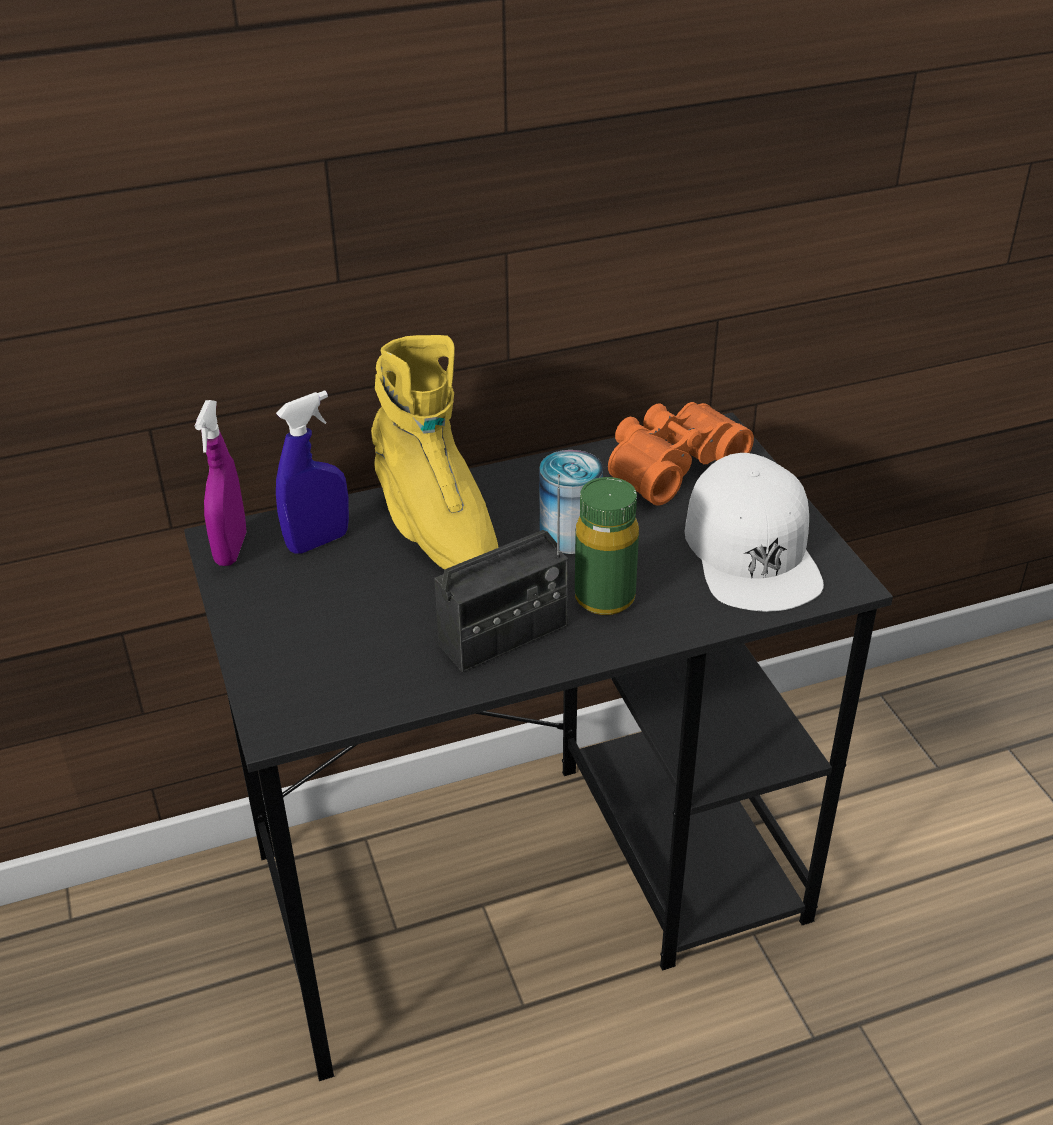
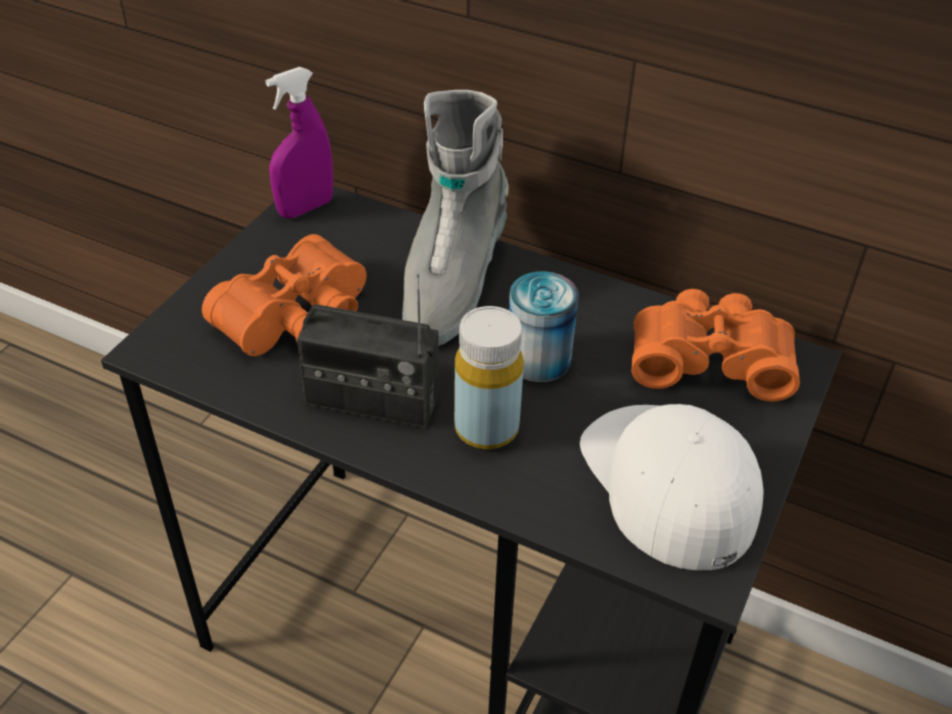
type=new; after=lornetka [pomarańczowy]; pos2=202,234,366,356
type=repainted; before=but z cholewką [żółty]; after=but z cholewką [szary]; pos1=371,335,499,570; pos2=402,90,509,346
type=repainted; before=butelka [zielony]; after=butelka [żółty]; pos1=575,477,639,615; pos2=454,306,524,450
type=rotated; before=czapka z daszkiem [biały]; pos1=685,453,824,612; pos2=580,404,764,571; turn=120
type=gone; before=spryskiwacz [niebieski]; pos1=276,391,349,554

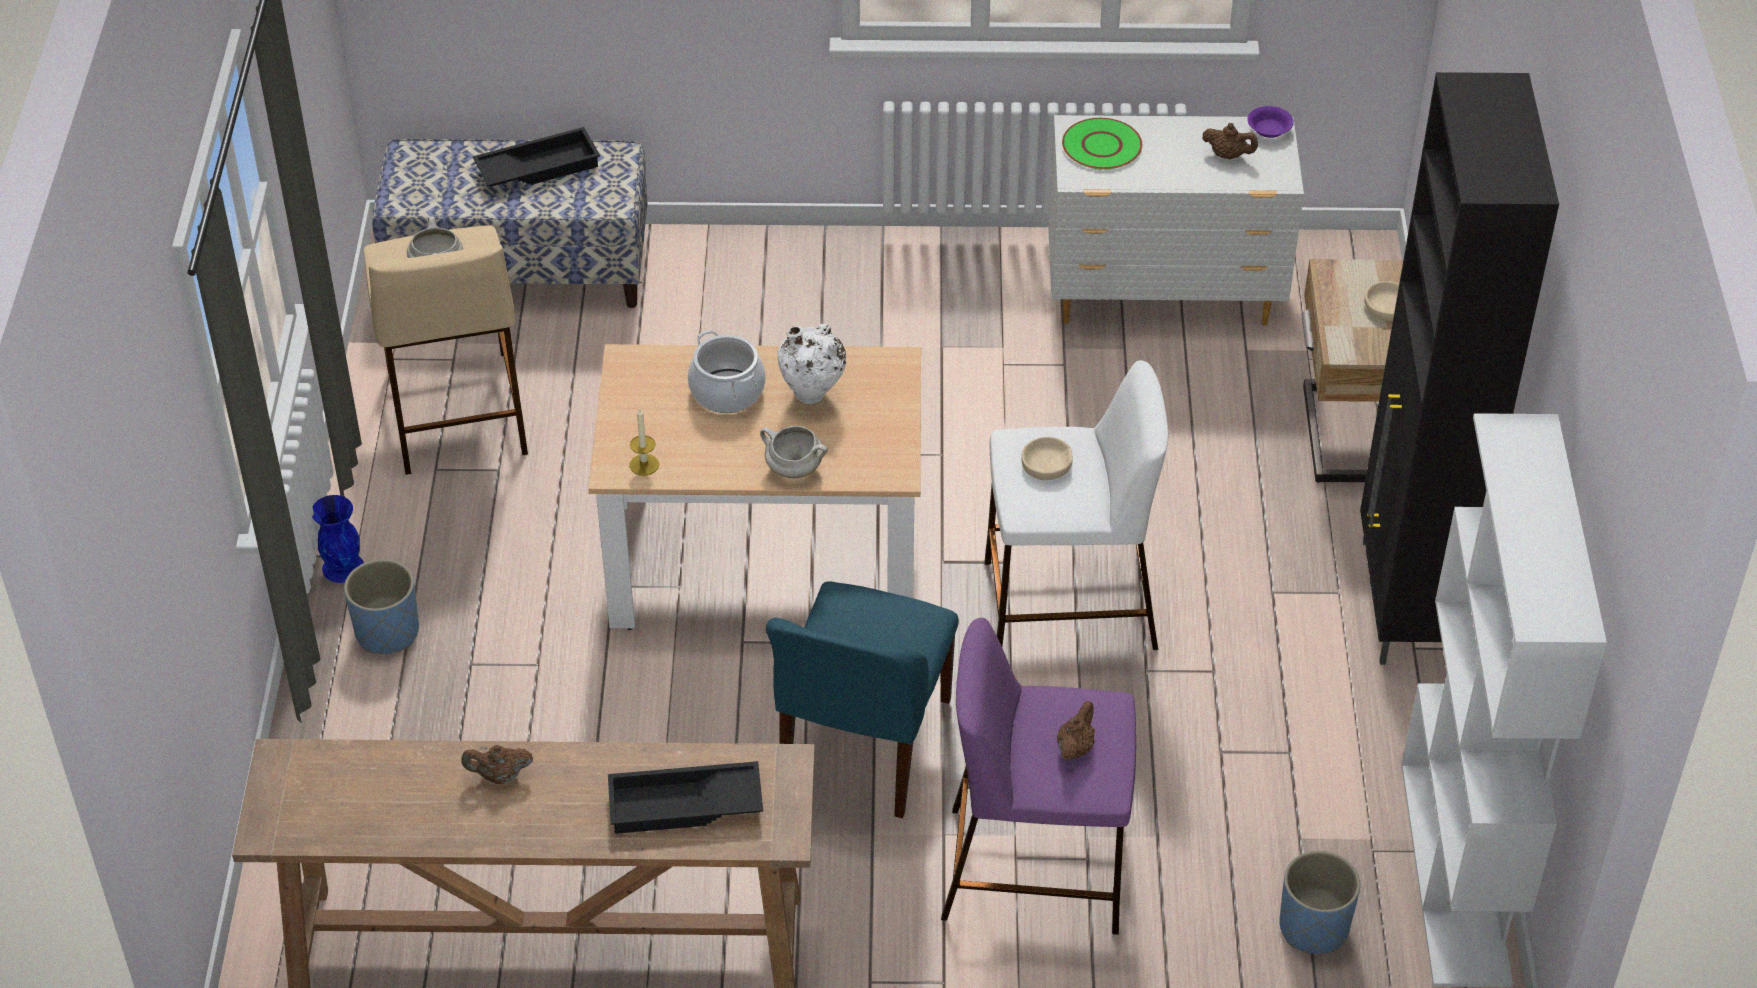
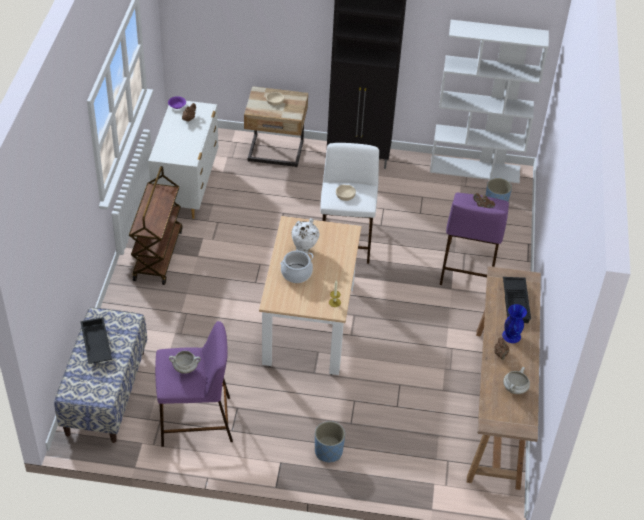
type=new; after=wózek [brązowy]; pos2=129,166,182,285
type=repainted; before=stołek [beżowy]; after=stołek [fioletowy]; pos1=364,225,528,475; pos2=155,321,233,447
type=shifted; before=wazon [niebieski]; pos1=312,495,364,583; pos2=502,304,527,343
type=shifted; before=garnek [biały]; pos1=760,426,828,478; pos2=503,367,530,394
type=gone; before=krzesło [niebieski]; pos1=766,581,959,818
type=gone; before=talerz [zielony]; pos1=1062,118,1142,170

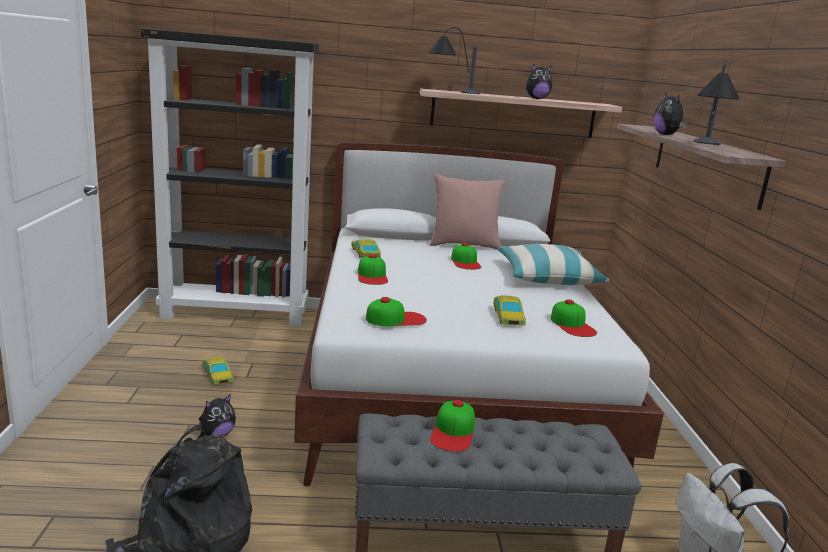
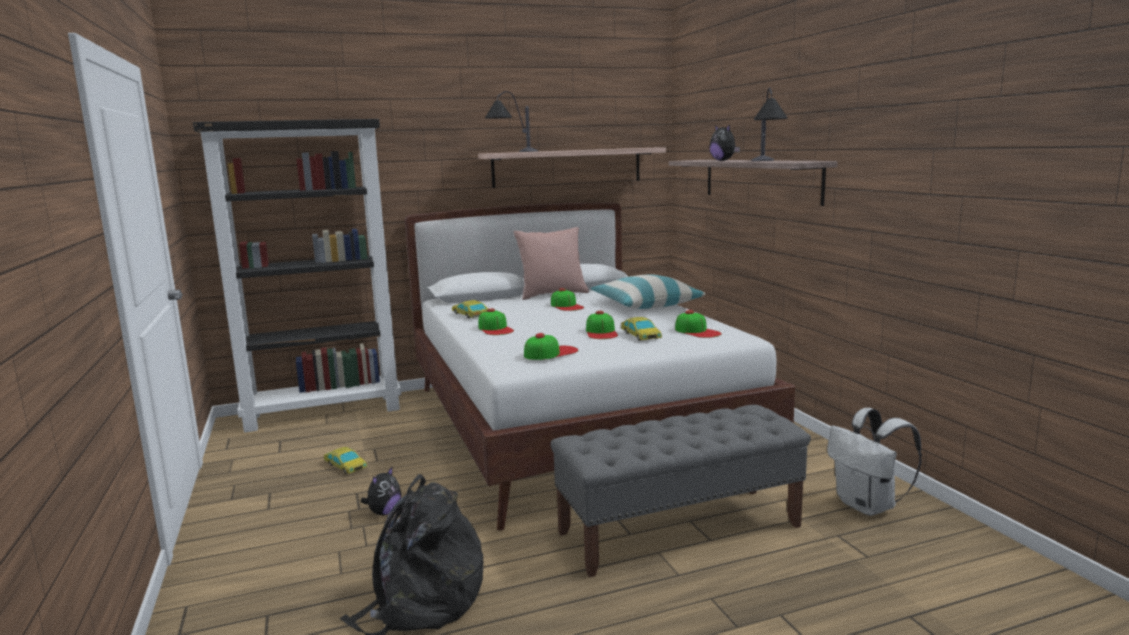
type=shifted; before=czapka z daszkiem; pos1=430,400,475,452; pos2=586,311,618,339
type=gone; before=pluszak; pos1=526,64,552,99

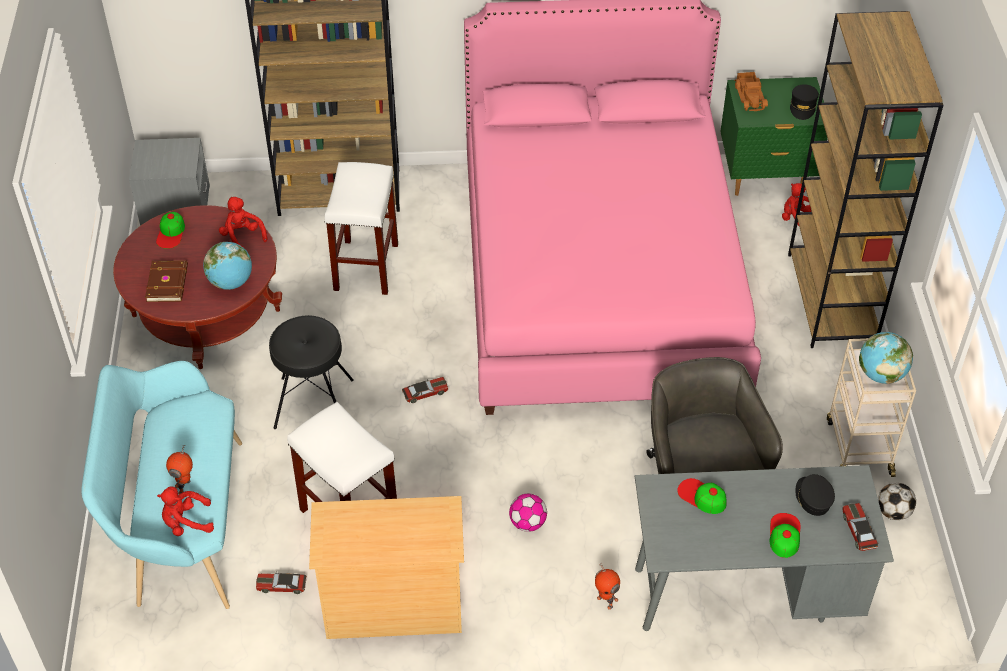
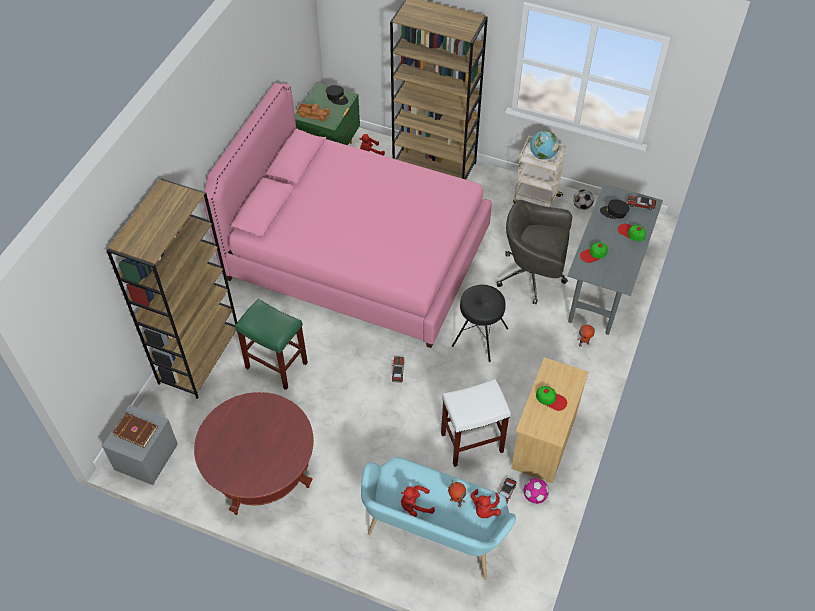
type=shifted; before=książka [brązowy]; pos1=145,260,188,302; pos2=112,413,158,448
type=repainted; before=stołek [biały]; after=stołek [zielony]; pos1=325,162,398,295; pos2=235,299,308,390
type=shifted; before=pluszak [czerwony]; pos1=219,197,267,249; pos2=401,485,435,517
type=shifted; before=stołek [czarny]; pos1=269,315,354,429; pos2=452,285,508,362
type=shifted; before=piłka futbolowa; pos1=509,494,547,532; pos2=524,478,549,504
type=shifted; before=czapka z daszkiem; pos1=156,212,185,249; pos2=536,386,567,411
type=gone; before=globus; pos1=203,242,252,290

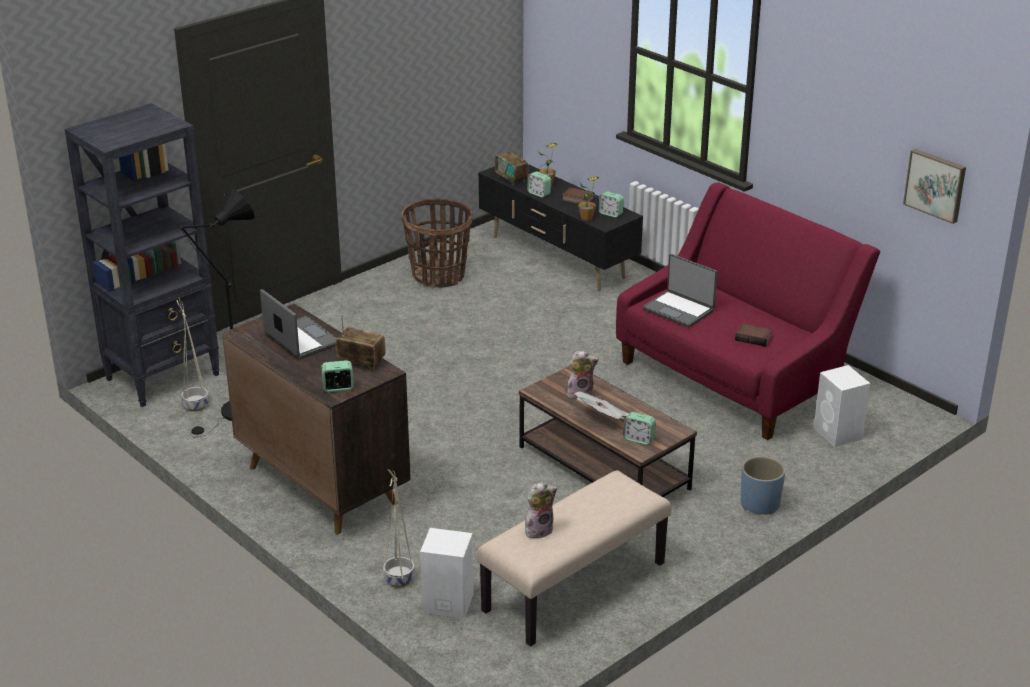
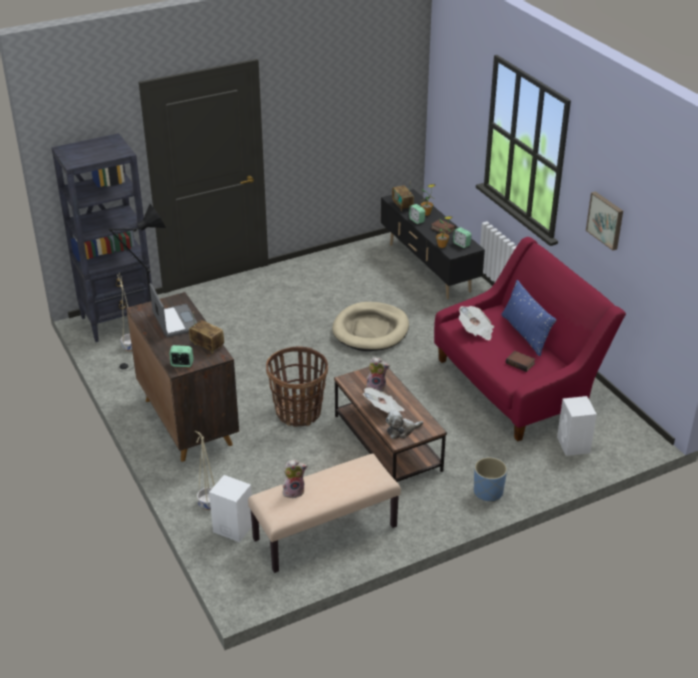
type=shifted; before=koszyk; pos1=401,198,473,288; pos2=266,346,328,427
type=new; after=legowisko [beżowy]; pos2=332,302,409,351
type=swapped; before=budzik; after=pluszak; pos1=624,412,656,445; pos2=386,410,423,439
type=swapped; before=laptop; after=gazeta; pos1=643,254,717,327; pos2=459,306,494,340
type=new; after=poduszka [niebieski]; pos2=501,280,557,356
type=shifted; before=obraz; pos1=903,149,966,224; pos2=586,191,623,251

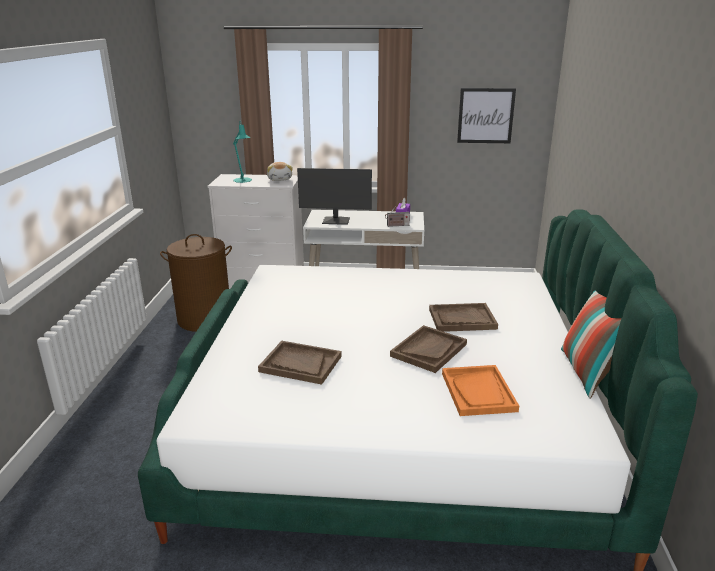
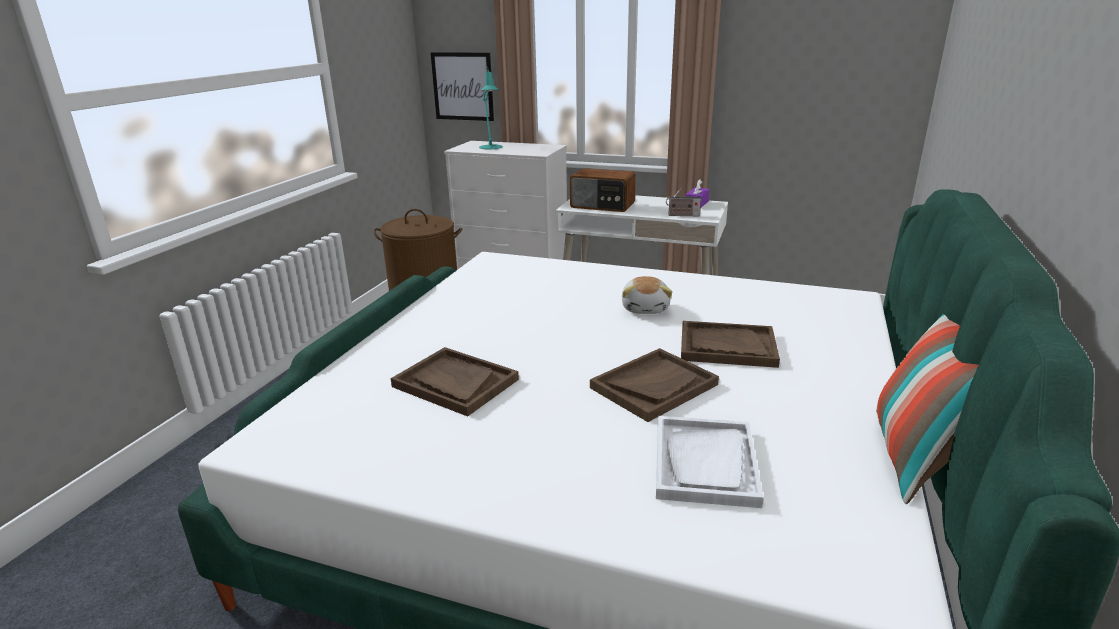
type=shifted; before=obraz; pos1=457,88,516,143; pos2=431,52,494,121
type=swapped; before=monitor; after=radio; pos1=297,168,372,225; pos2=570,168,636,212
type=shifted; before=pluszak; pos1=267,162,293,181; pos2=622,276,672,314
type=repainted; before=taca [pomarańczowy]; after=taca [biały]; pos1=442,365,519,416; pos2=656,416,764,508

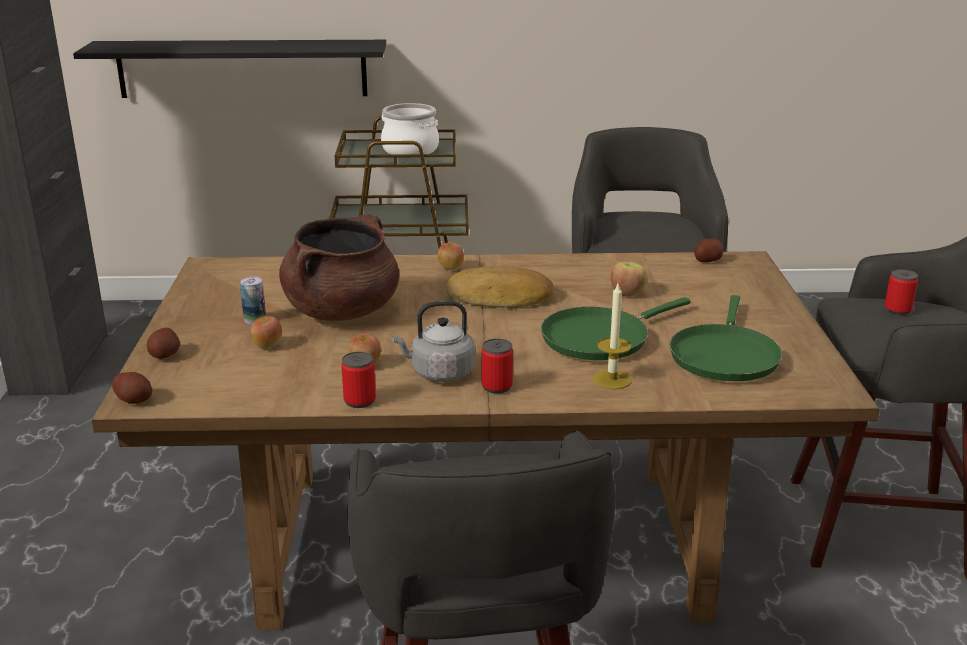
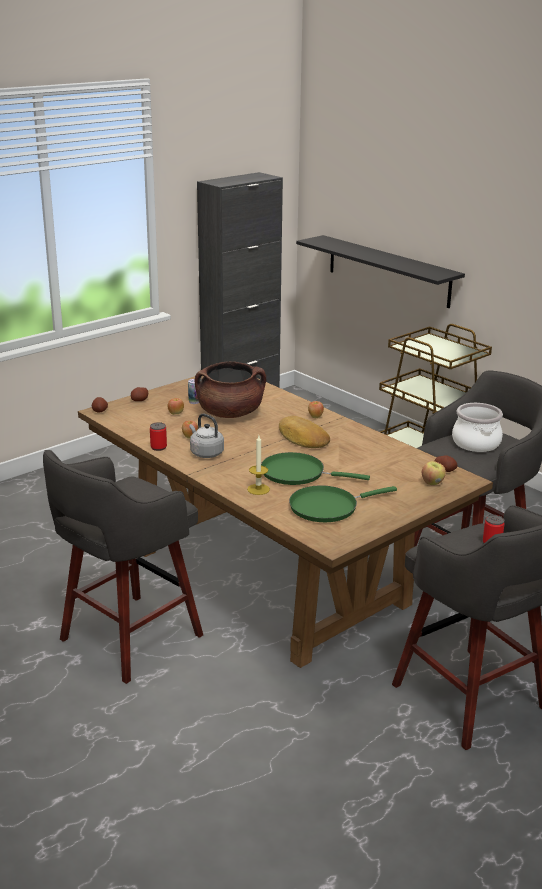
type=shifted; before=jabłko; pos1=611,261,647,297; pos2=422,461,446,485
type=shifted; before=garnek; pos1=381,103,439,155; pos2=452,403,503,452
type=gone; before=puszka; pos1=481,339,513,394

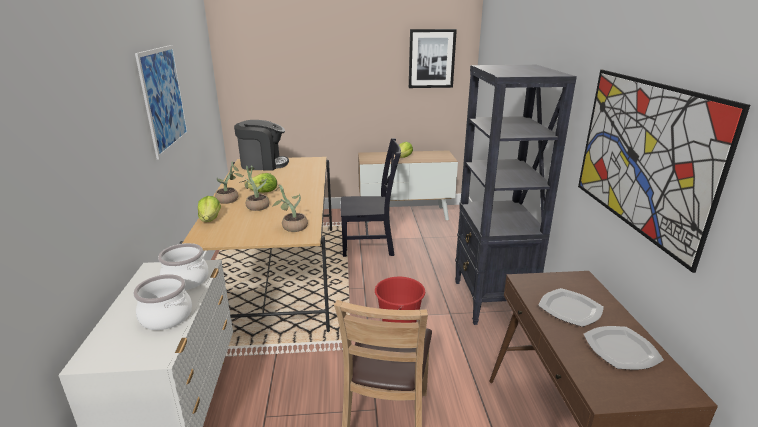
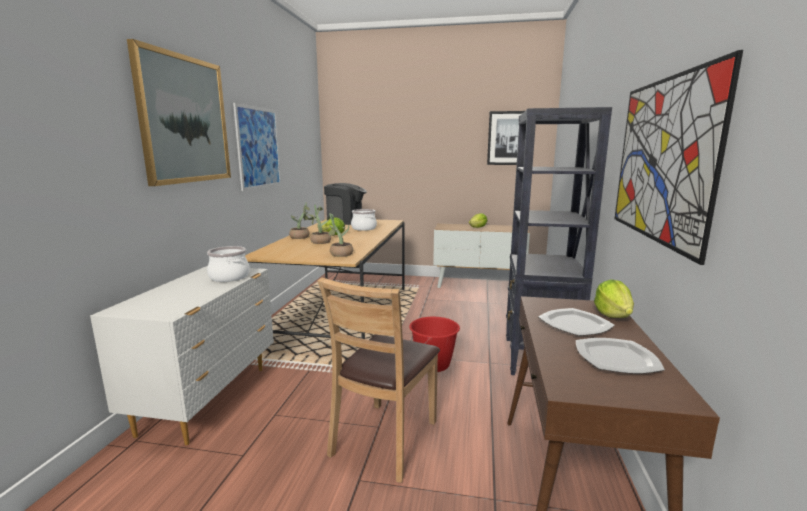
type=new; after=obraz; pos2=127,39,231,186
type=shifted; before=garnek; pos1=133,274,192,330; pos2=351,209,377,231
type=shifted; before=sałata; pos1=198,196,221,222; pos2=594,279,634,318
type=gone; before=krzesło [czarny]; pos1=341,138,401,257

